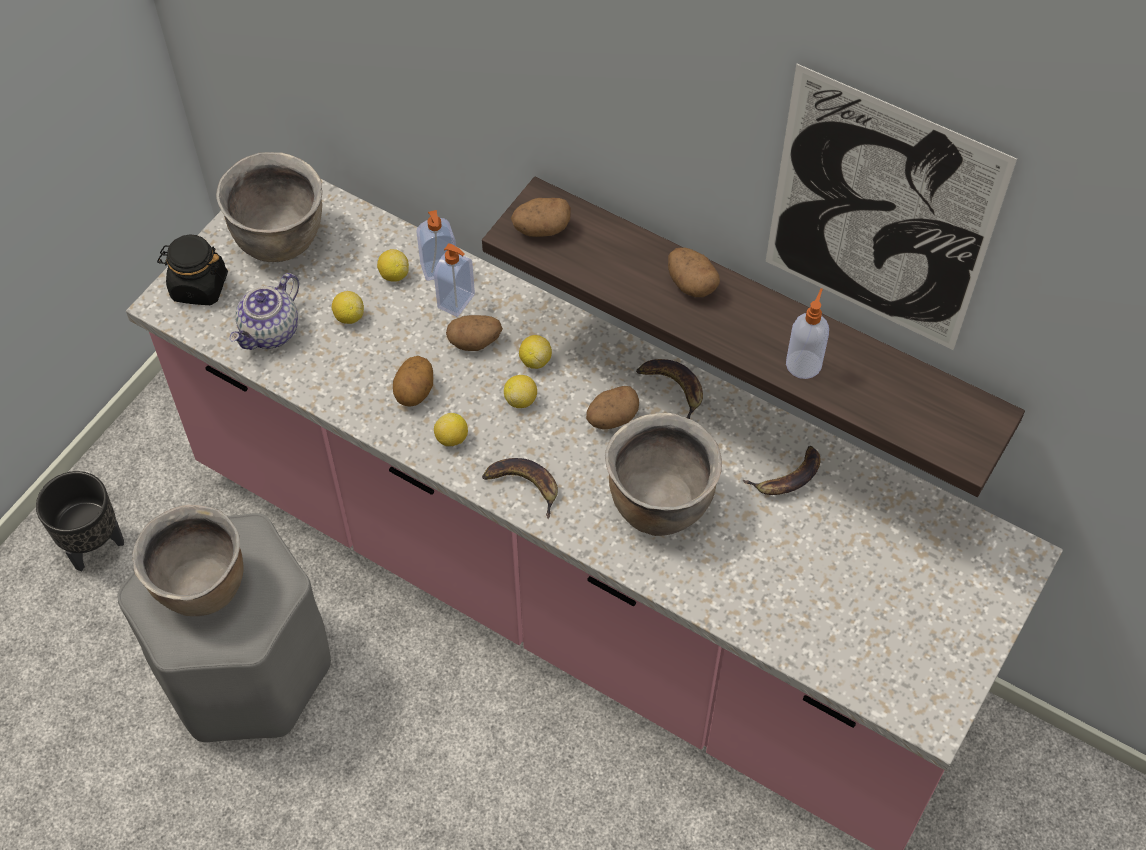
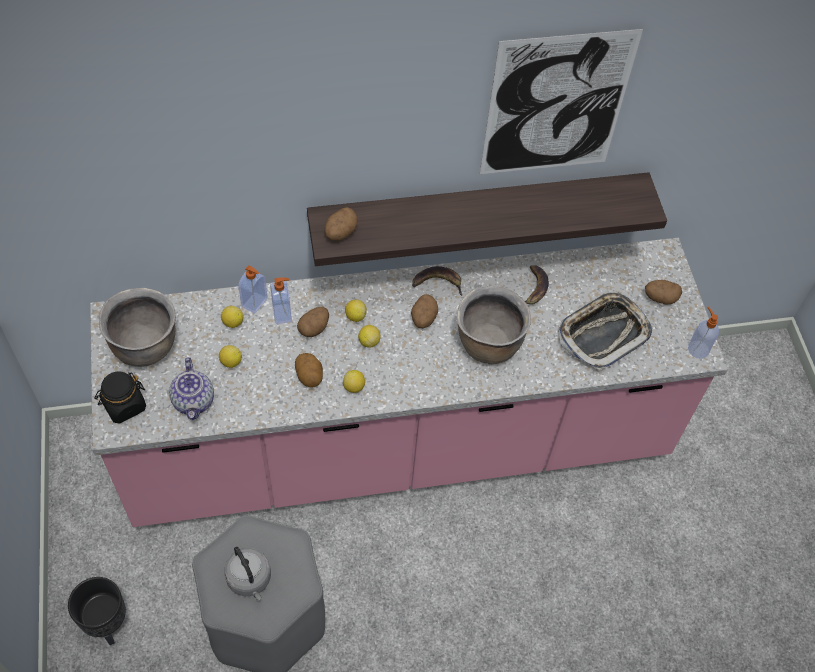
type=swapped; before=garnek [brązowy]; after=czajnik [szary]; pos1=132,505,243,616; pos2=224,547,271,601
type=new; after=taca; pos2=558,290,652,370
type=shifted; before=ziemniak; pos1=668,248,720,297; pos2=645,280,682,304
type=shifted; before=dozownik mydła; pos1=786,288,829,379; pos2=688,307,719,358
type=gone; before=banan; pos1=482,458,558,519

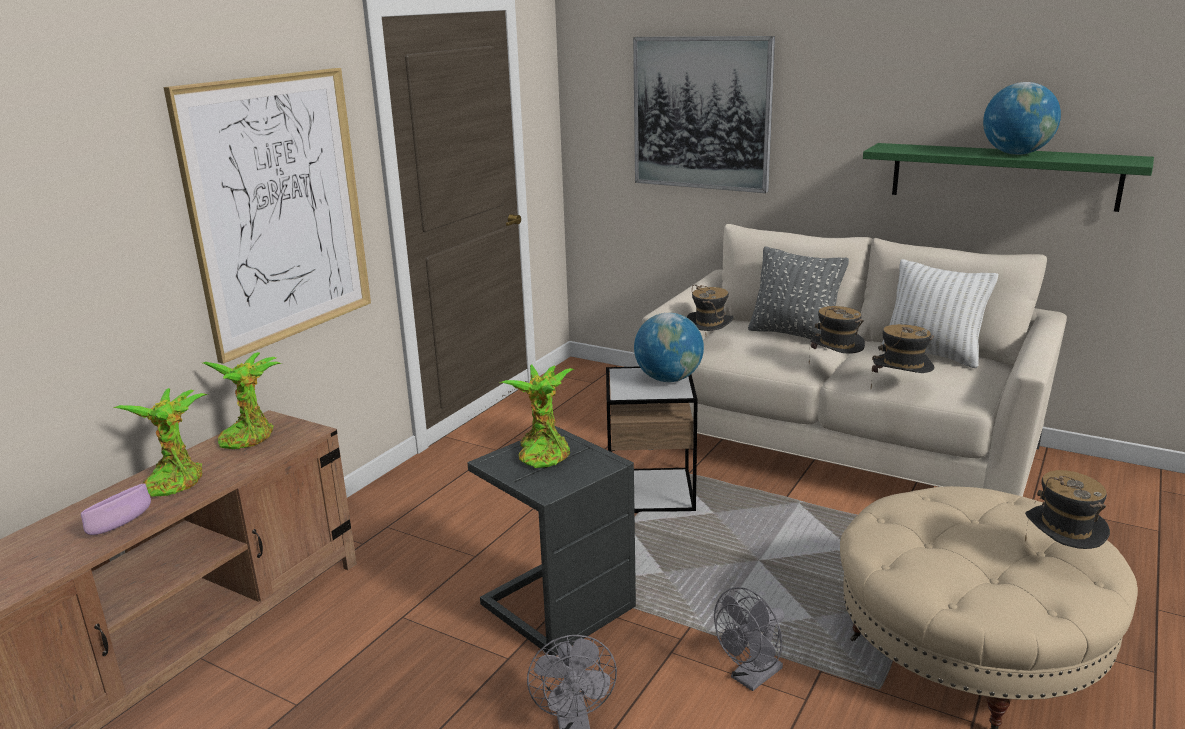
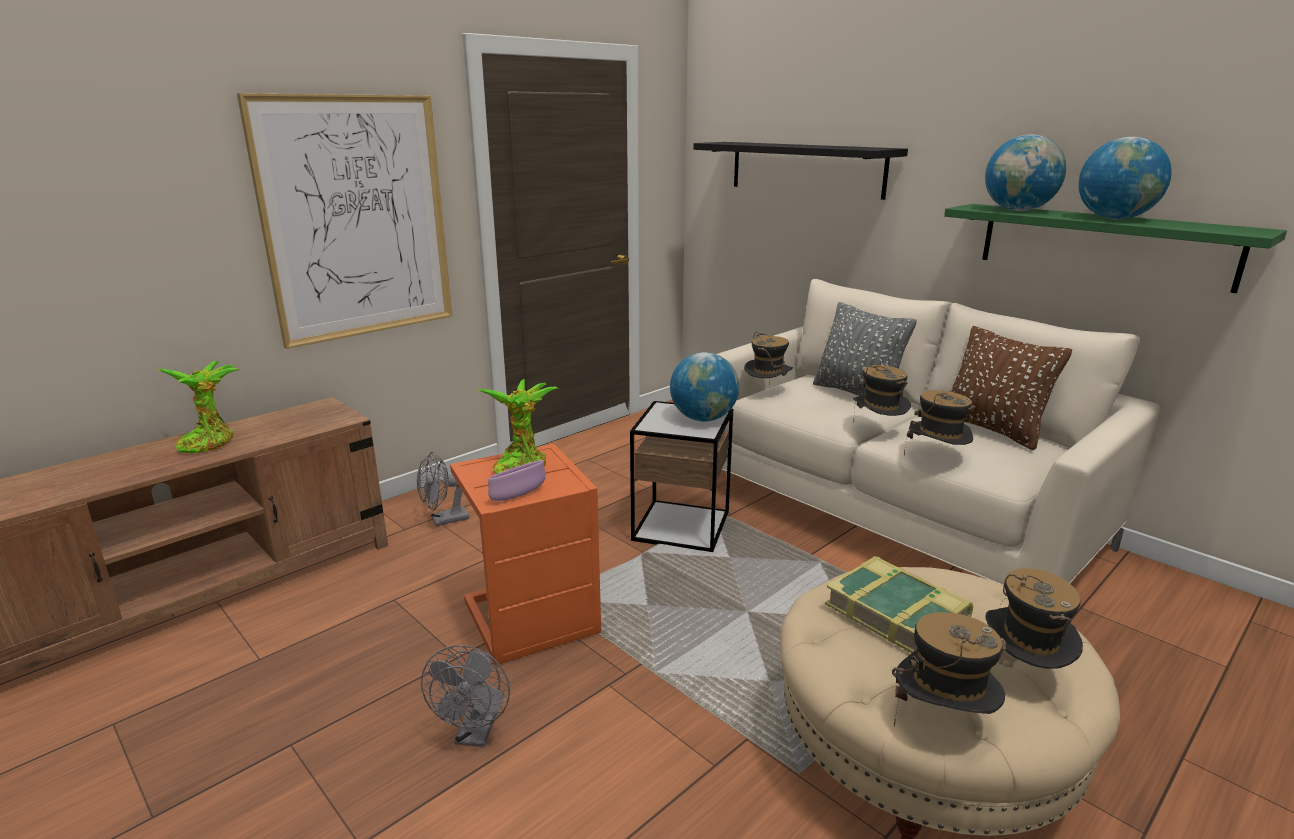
type=shifted; before=wentylator [szary]; pos1=714,587,785,691; pos2=417,452,469,526
type=repainted; before=stolik [szary]; after=stolik [pomarańczowy]; pos1=468,426,636,656; pos2=450,444,601,665
type=shifted; before=miska [fioletowy]; pos1=81,483,151,535; pos2=488,460,546,501
type=swapped; before=obraz; after=półka [czarny]; pos1=633,36,775,193; pos2=694,142,908,200
type=new; after=książka; pos2=825,556,973,653
type=new; after=kapelusz; pos2=892,612,1006,727
type=repainted; before=poduszka [biały]; after=poduszka [brązowy]; pos1=882,259,998,368; pos2=951,326,1072,450
type=new; after=globus; pos2=985,134,1066,211
type=gone; before=roślina doniczkowa; pos1=203,352,282,449

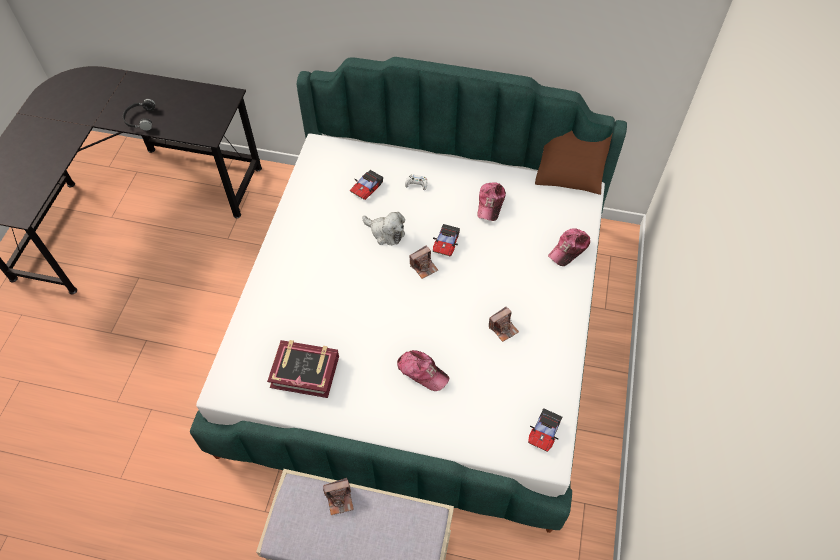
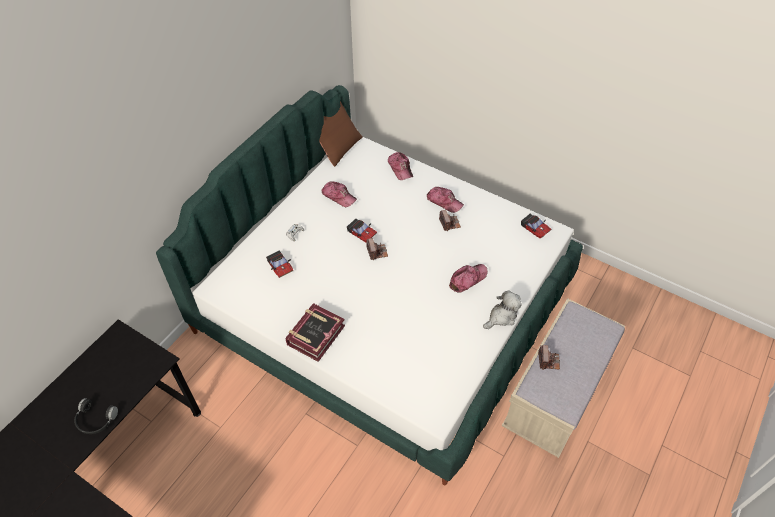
type=shifted; before=książka; pos1=267,340,339,398; pos2=285,303,345,362
type=new; after=czapka z daszkiem; pos2=427,187,464,213
type=shifted; before=pluszak; pos1=362,212,405,246; pos2=483,291,521,329

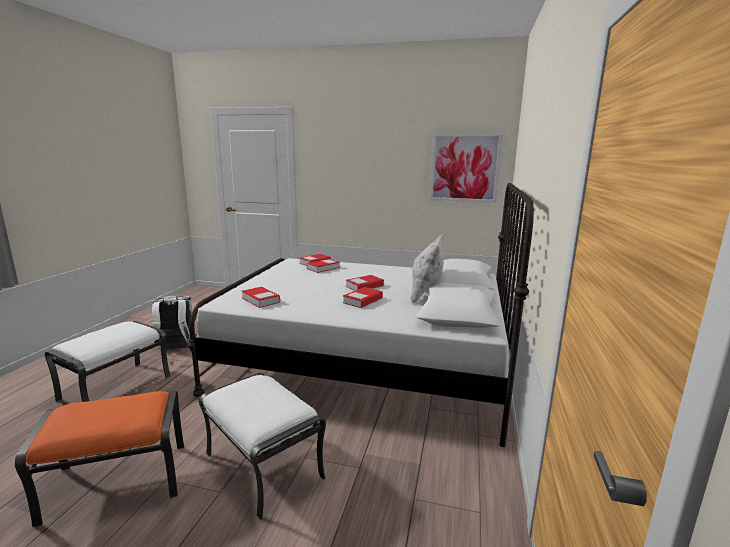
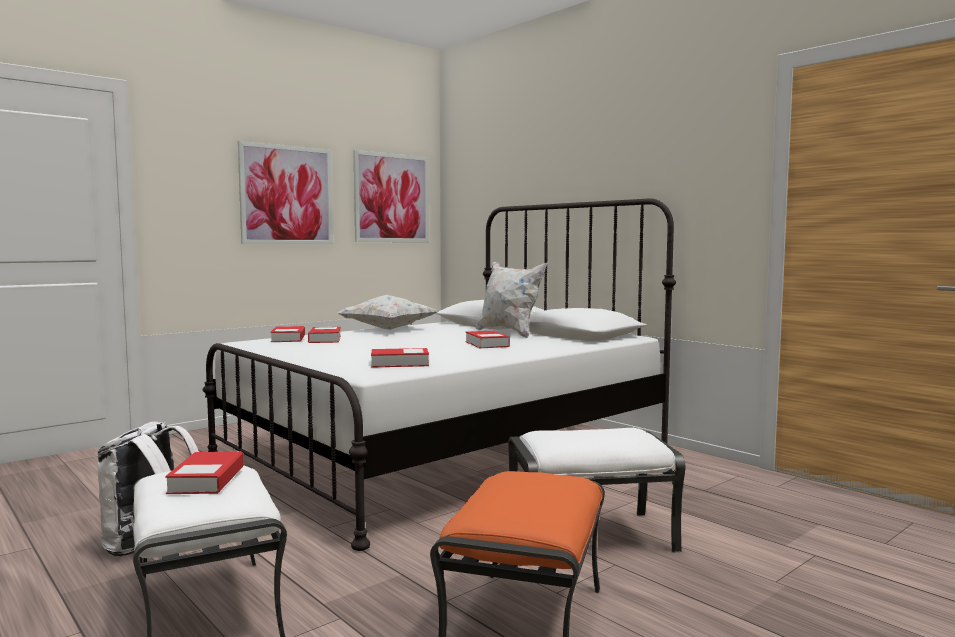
type=shifted; before=książka; pos1=346,275,384,291; pos2=165,452,243,494
type=new; after=obraz; pos2=238,141,333,244
type=new; after=poduszka [biały]; pos2=337,295,438,330

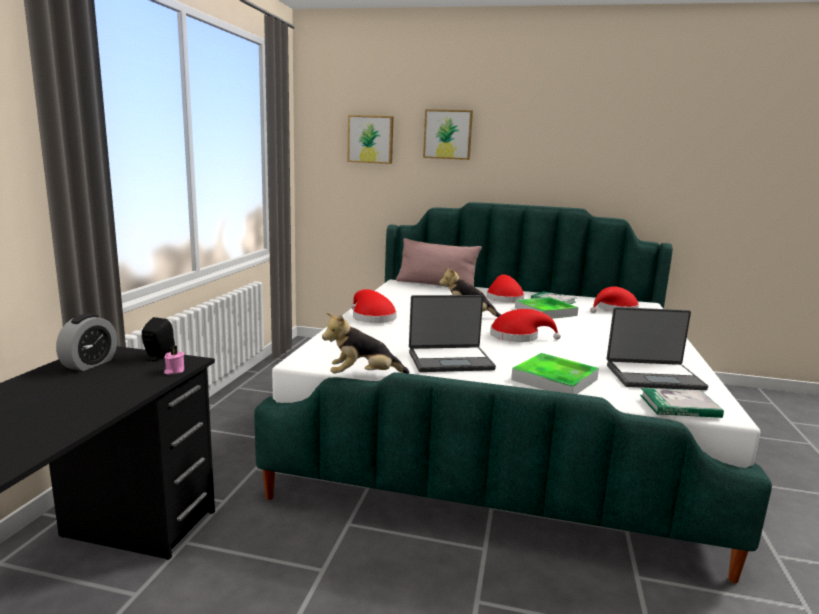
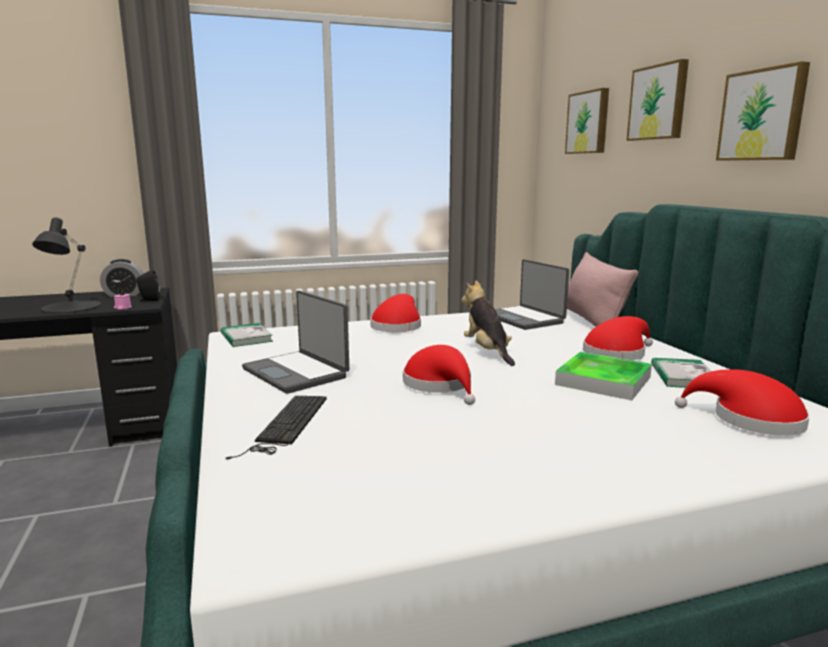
type=new; after=lampa stołowa [czarny]; pos2=32,217,101,314
type=shifted; before=książka; pos1=640,388,724,418; pos2=221,323,273,347
type=swapped; before=taca; after=klawiatura; pos1=511,353,599,394; pos2=226,396,327,459
type=shifted; before=laptop; pos1=607,307,708,390; pos2=495,259,569,330
type=new; after=obraz; pos2=716,61,810,161
type=gone; before=pluszak; pos1=322,312,410,374

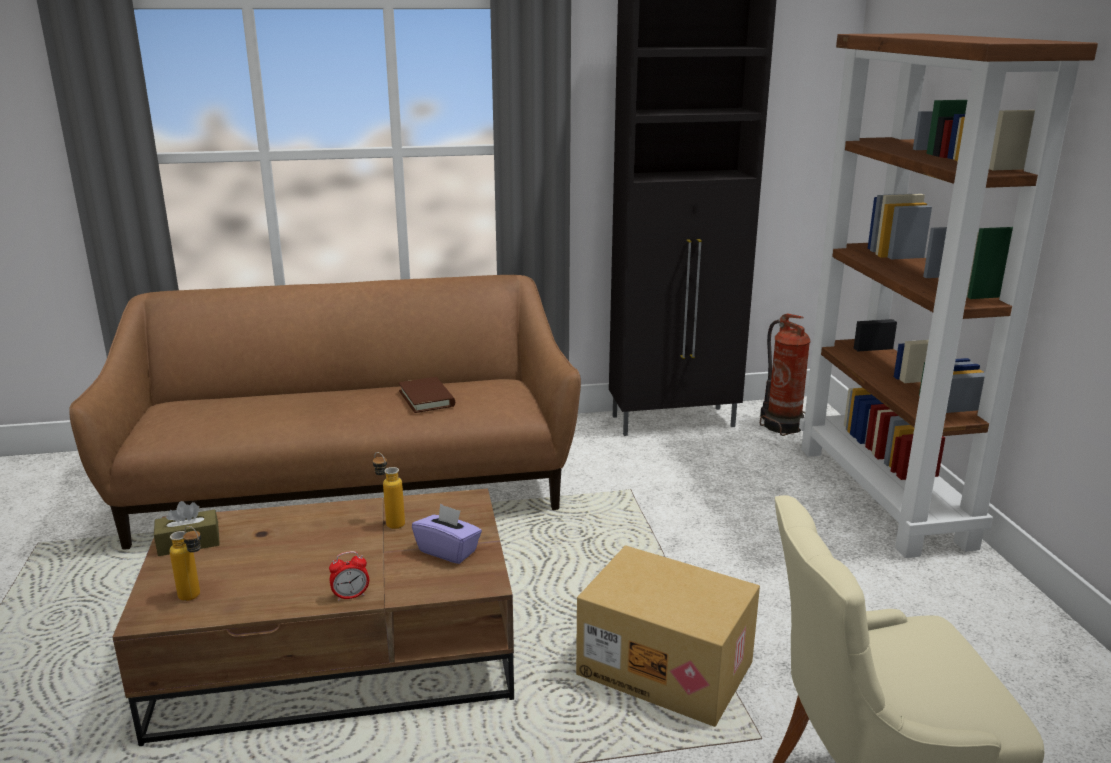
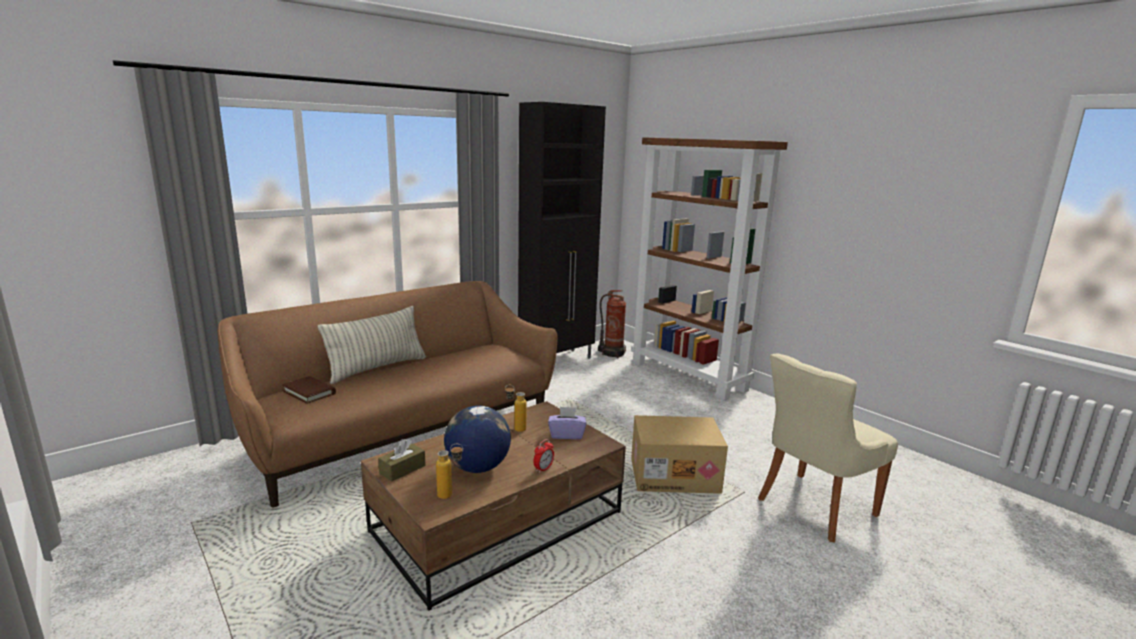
type=shifted; before=książka [brązowy]; pos1=399,377,455,413; pos2=282,376,336,404
type=new; after=poduszka; pos2=318,306,426,384
type=new; after=globus; pos2=444,406,511,473

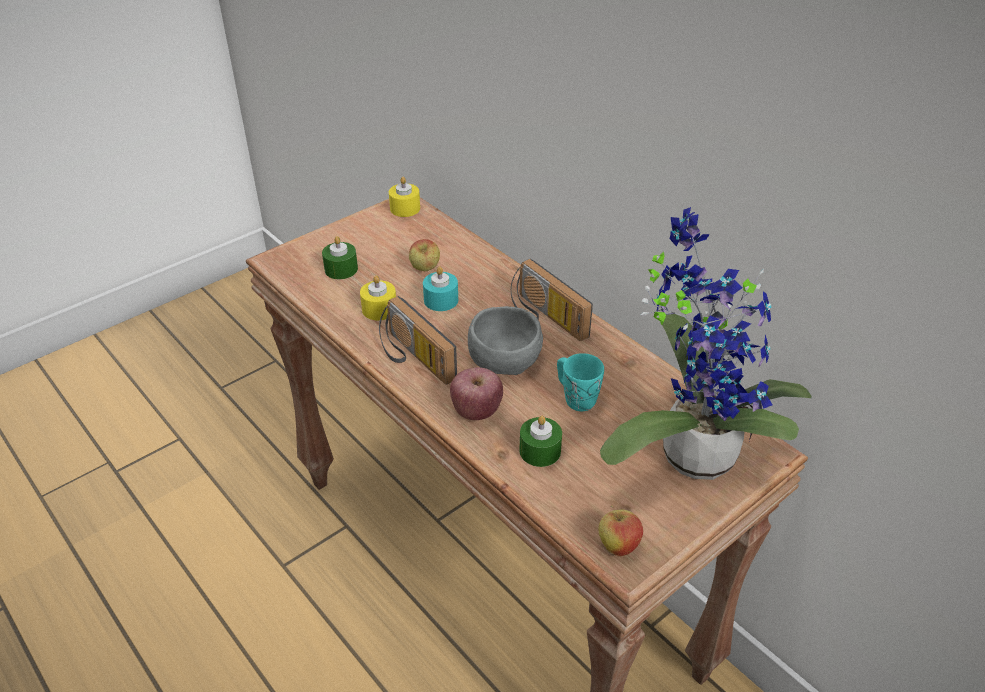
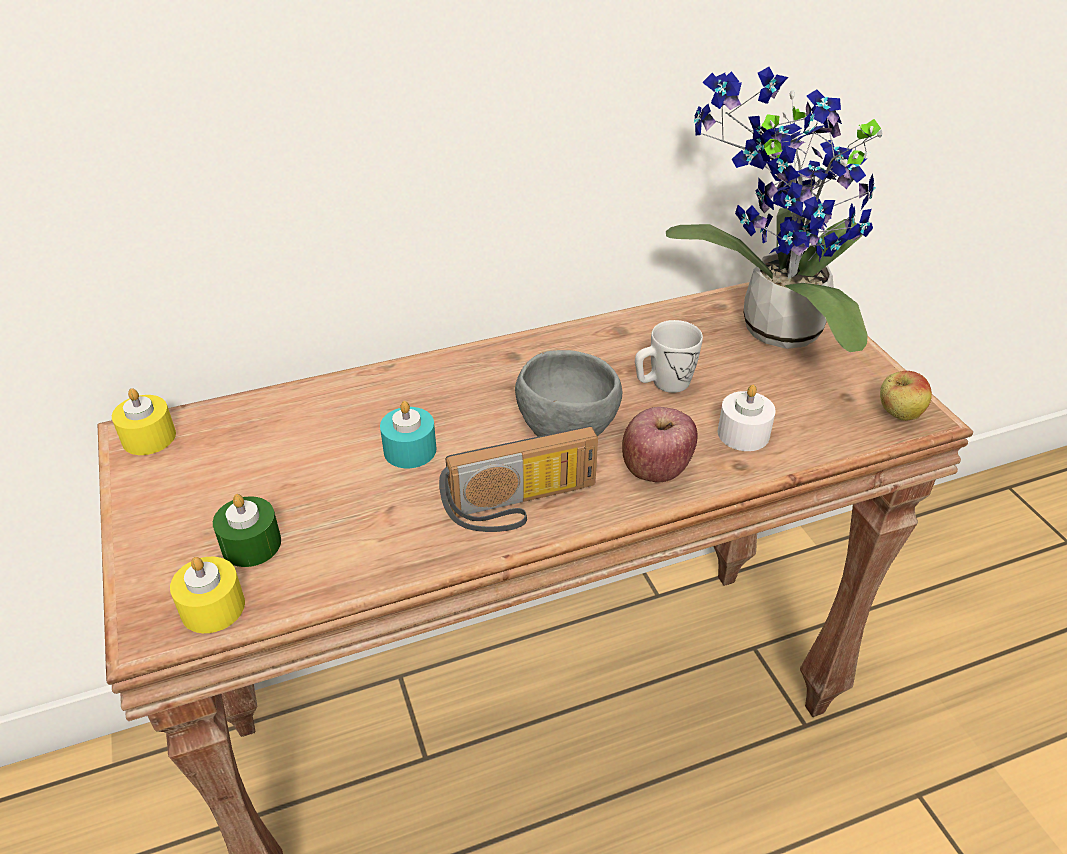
type=shifted; before=świeca [żółty]; pos1=360,275,396,320; pos2=170,557,245,633
type=repainted; before=kubek [turkusowy]; after=kubek [biały]; pos1=557,353,604,411; pos2=635,320,703,393
type=repainted; before=świeca [zielony]; after=świeca [biały]; pos1=519,416,562,467; pos2=718,385,776,451
type=gone; before=jabłko; pos1=409,239,440,271
type=gone; before=radio; pos1=511,259,593,341

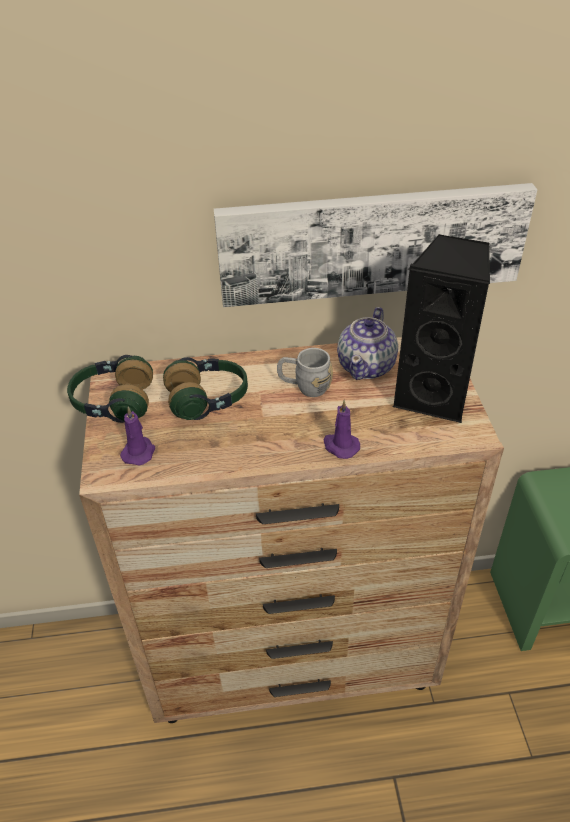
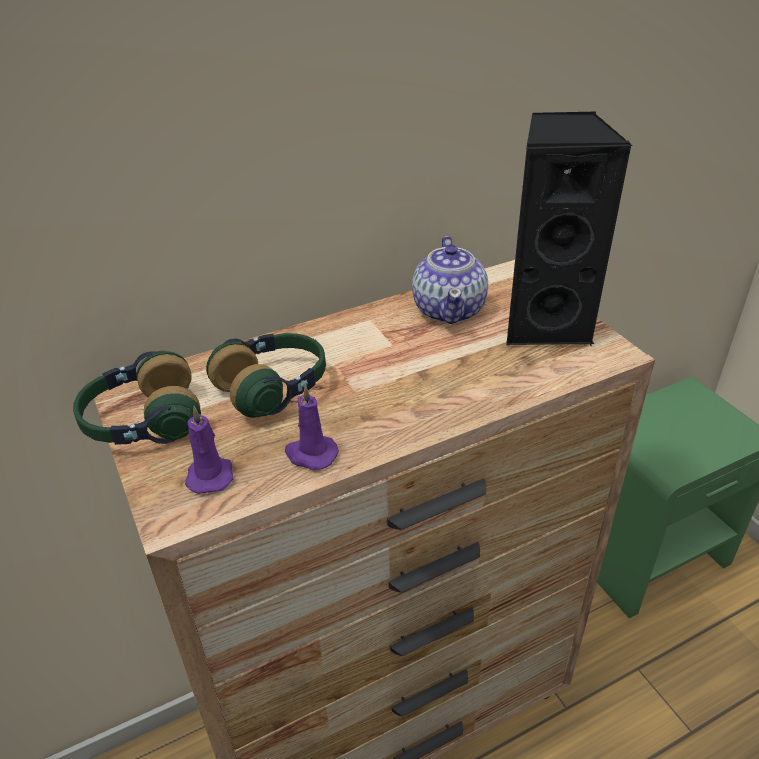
type=shifted; before=świeca [fioletowy]; pos1=324,400,360,459; pos2=285,385,339,470
type=gone; before=obraz; pos1=214,183,537,307
type=gone; before=kubek [szary]; pos1=277,348,333,397

